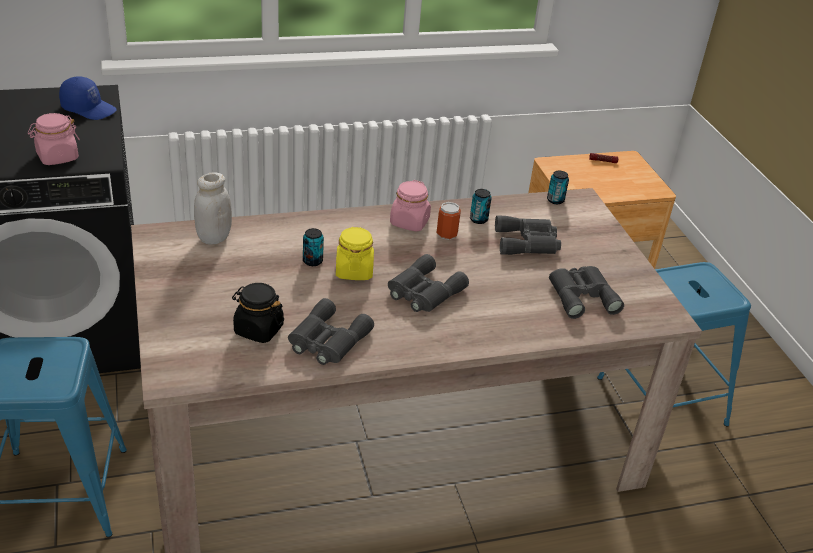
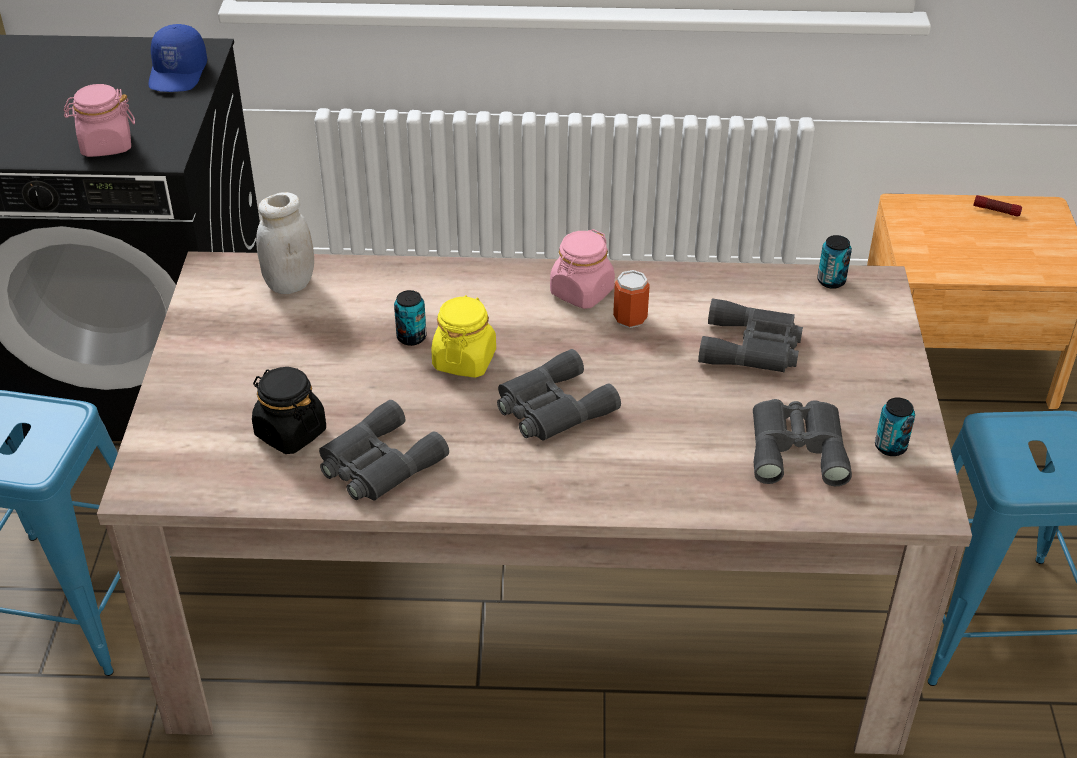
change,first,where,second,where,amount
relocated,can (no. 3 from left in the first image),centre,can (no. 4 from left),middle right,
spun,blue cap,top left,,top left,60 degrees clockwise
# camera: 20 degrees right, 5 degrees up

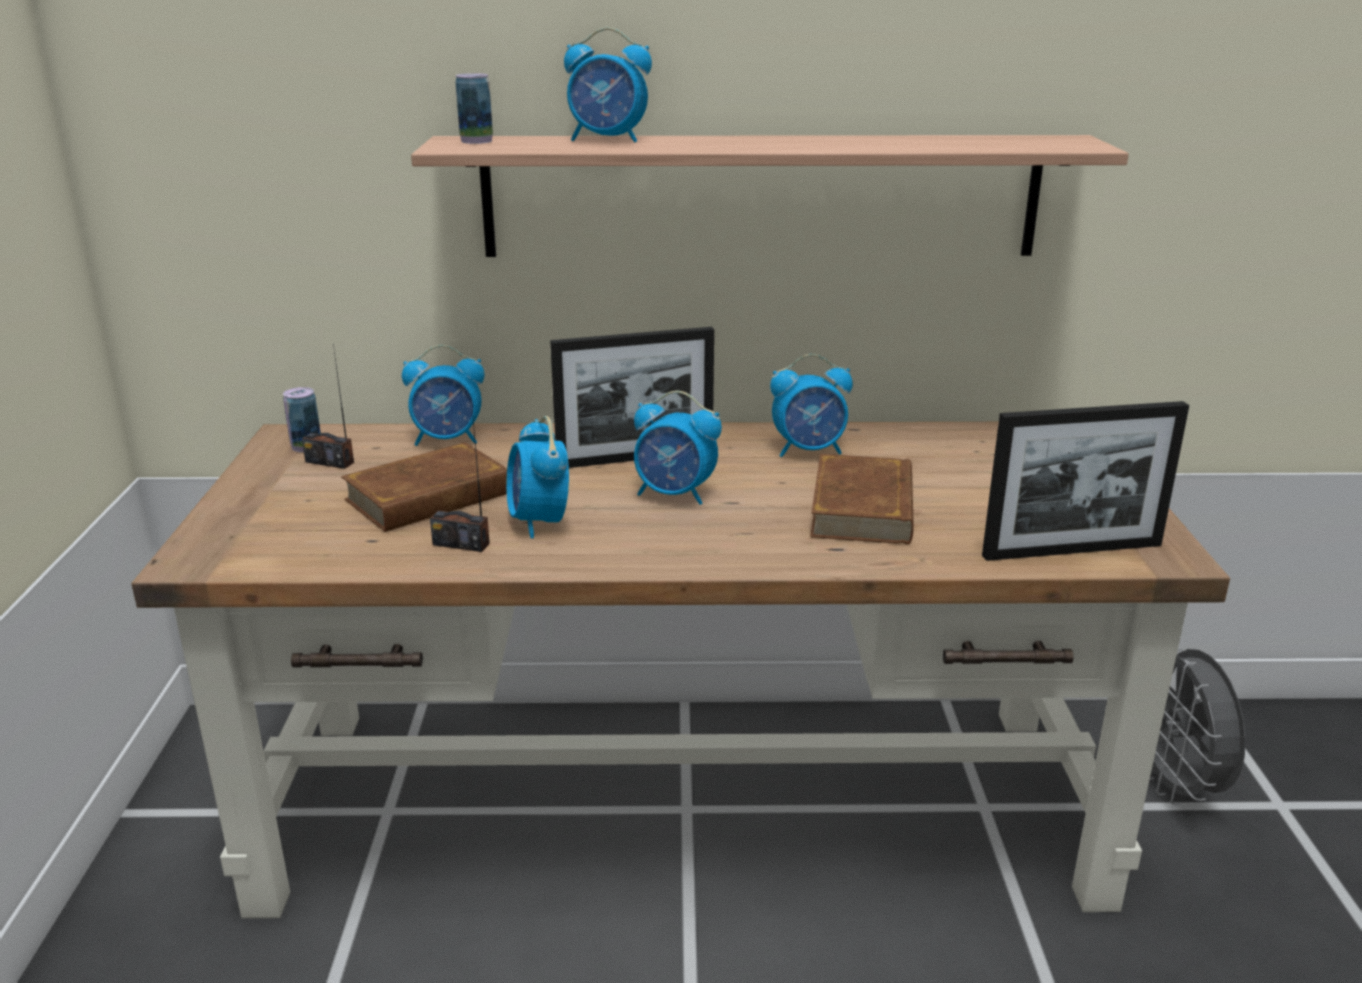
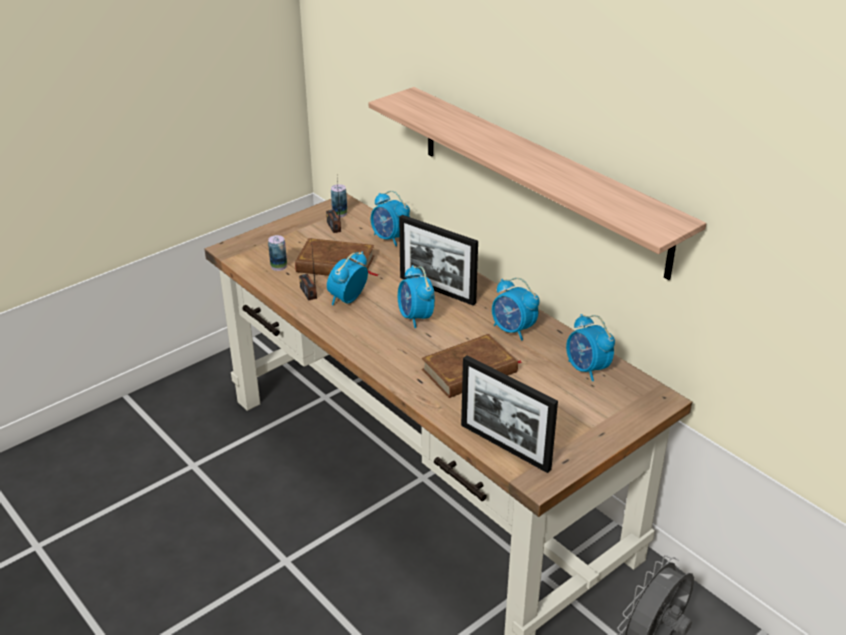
change,first,where,second,where,amount
relocated,can (no. 2 from left in the first image),top centre,can (no. 1 from left),middle left,
relocated,alarm clock (no. 3 from left in the first image),top centre,alarm clock (no. 5 from left),middle right,
# camera: 50 degrees right, 10 degrees up

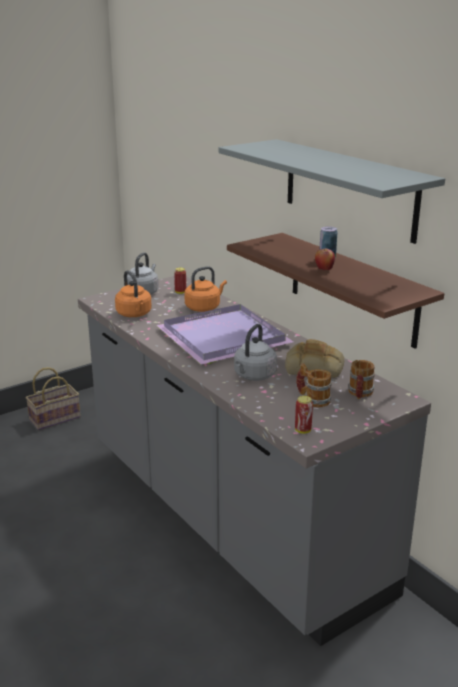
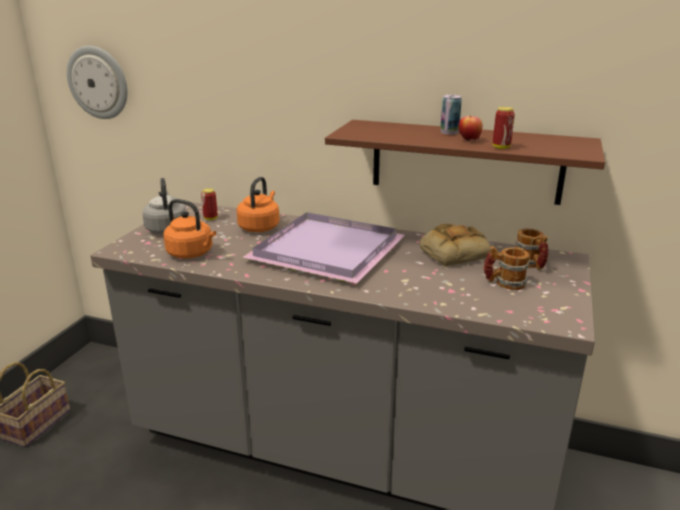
change,first,where,second,where,amount
missing,grey shelf,top right,,,
missing,grey kettle (no. 2 from left),centre,,,
appeared,,,wall clock,top left,
relocated,can (no. 2 from left in the first image),centre,can (no. 3 from left),top right,
# camera: 35 degrees left, 0 degrees up

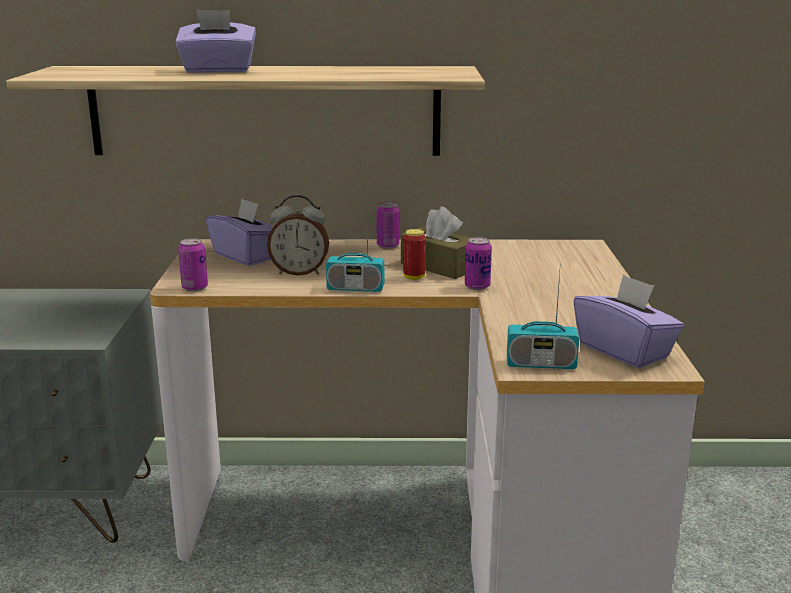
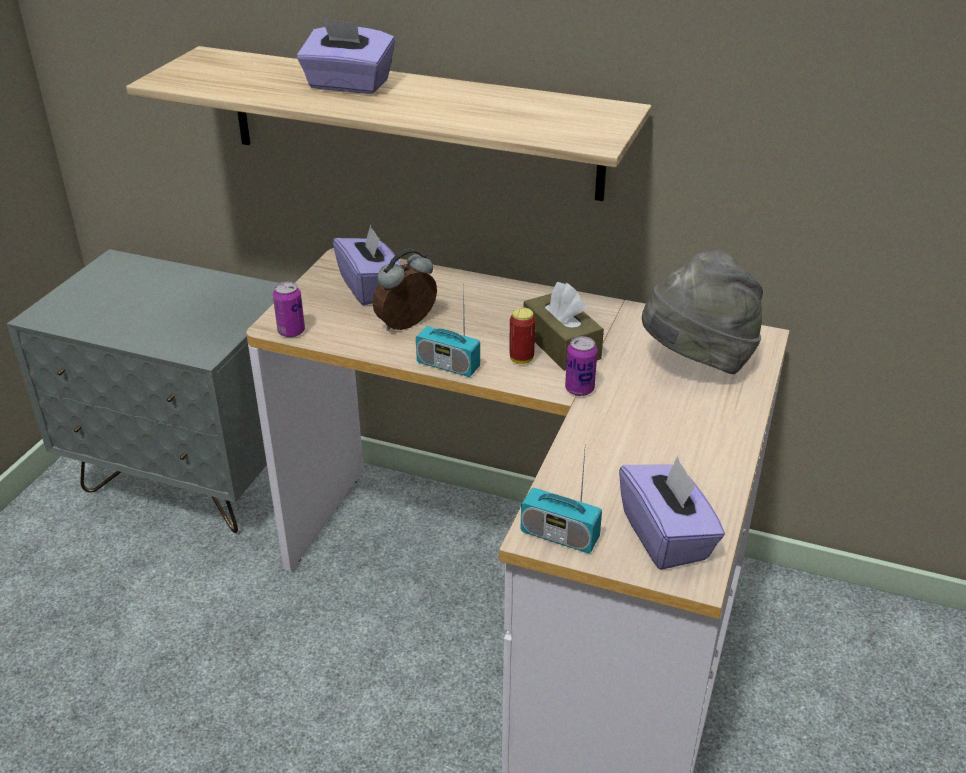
change,first,where,second,where,amount
missing,can (no. 2 from left),centre,,,
appeared,,,grey hat,middle right,
spun,alarm clock,centre,,centre,120 degrees clockwise
# camera: 20 degrees right, 15 degrees up

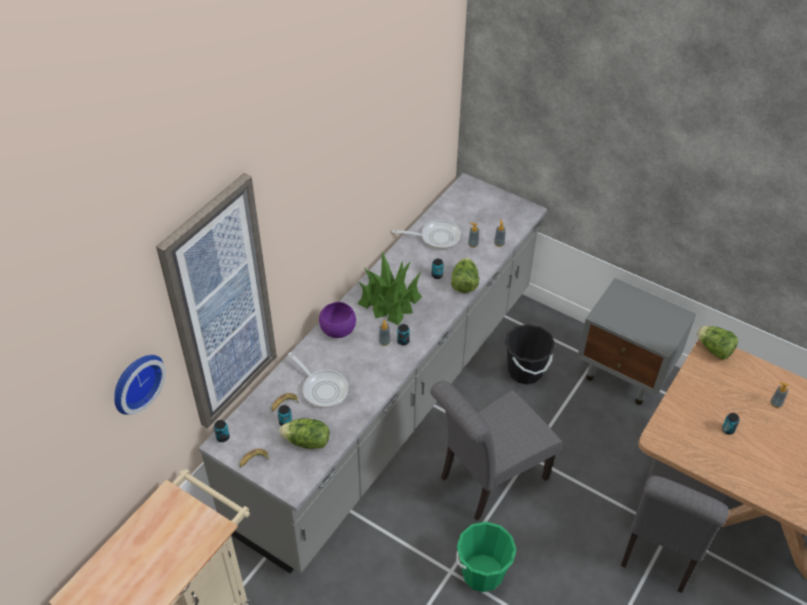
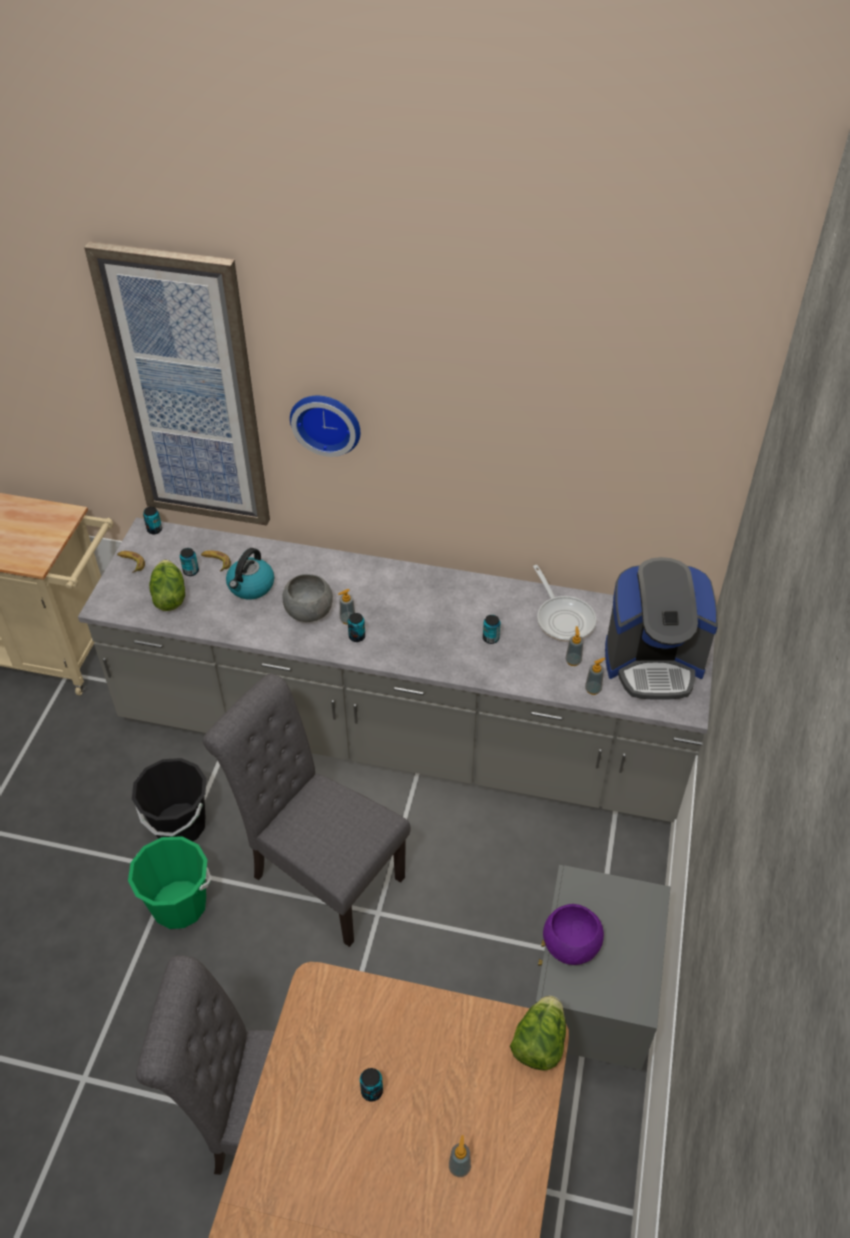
change,first,where,second,where,amount
missing,potted plant,centre,,,
missing,lettuce (no. 2 from left),centre,,,
appeared,,,grey bowl,centre,
appeared,,,coffee machine,middle right,
relocated,wall clock,middle left,,centre,
relocated,purple bowl,centre,,bottom right,
relocated,black bucket,centre,,middle left,
exchanged,frying pan (no. 1 from left),centre,kettle,middle left,
# camera: 70 degrees right, 0 degrees up

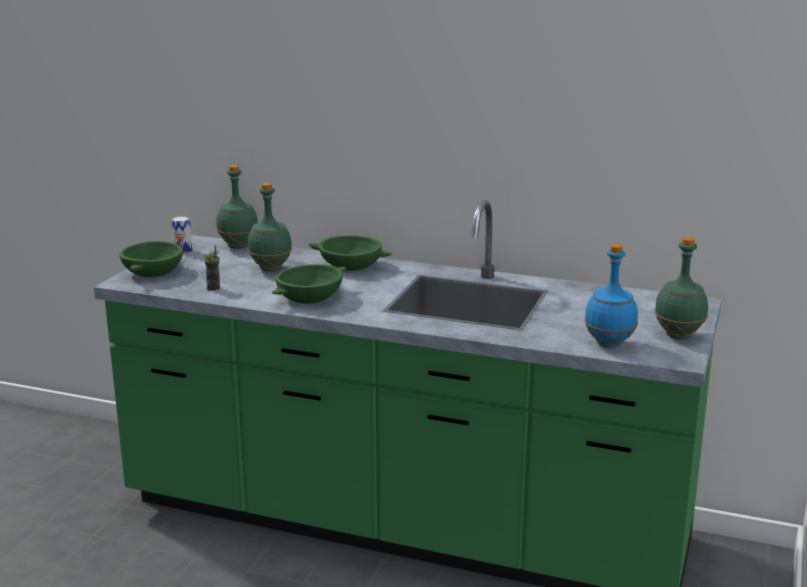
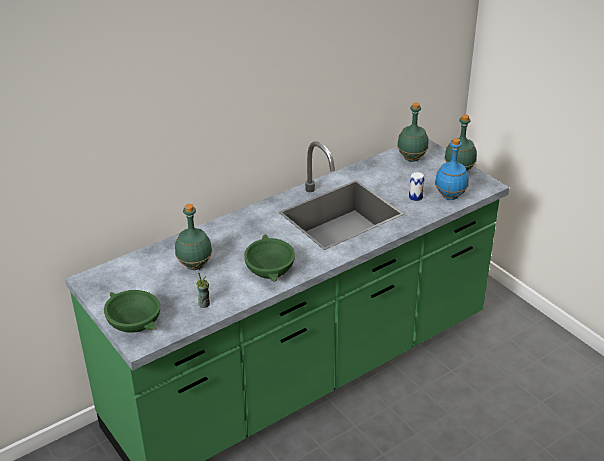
change,first,where,second,where,amount
missing,green bowl (no. 3 from left),centre,,,
relocated,can,middle left,,middle right,
relocated,green bottle (no. 1 from left in the first image),middle left,green bottle (no. 2 from left),top right,
# camera: 55 degrees left, 15 degrees up

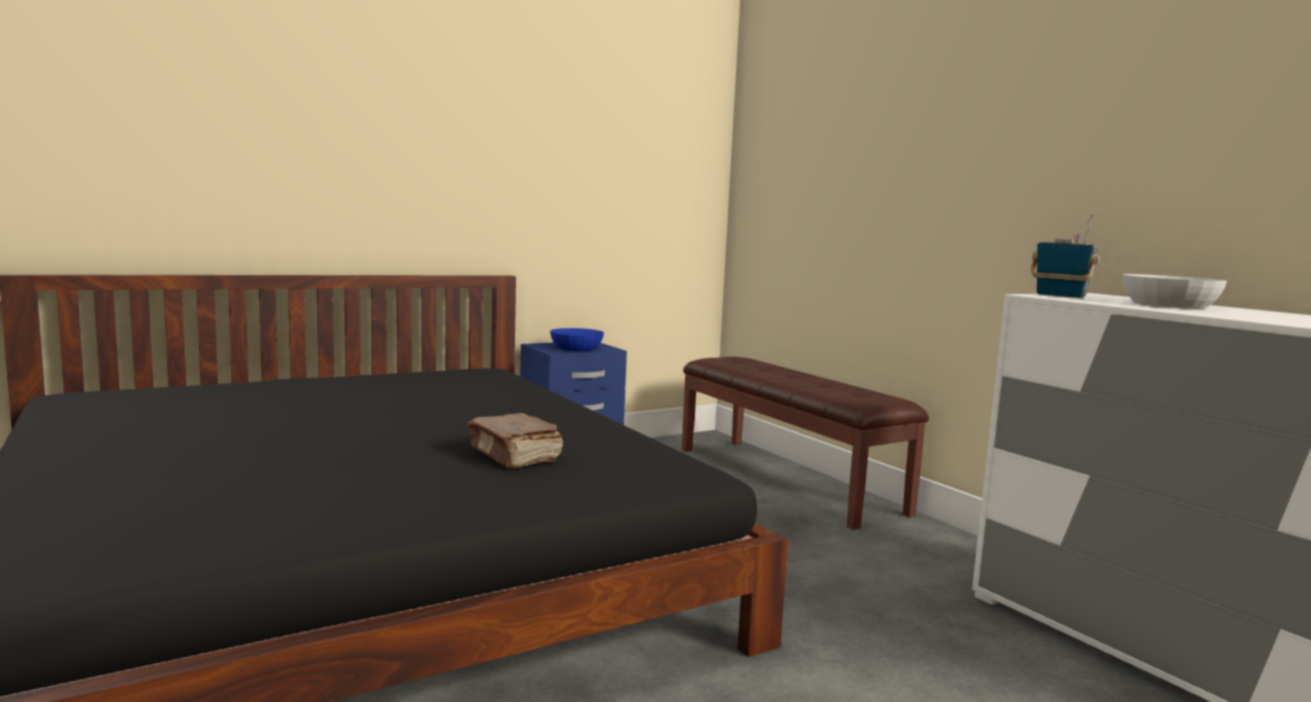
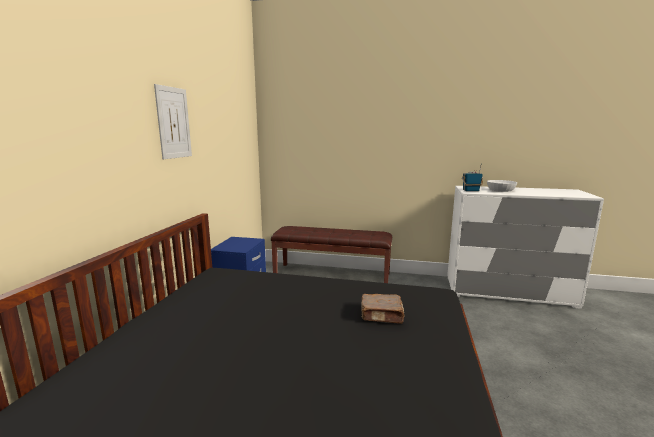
change,first,where,second,where,amount
missing,blue bowl,centre,,,
appeared,,,picture,top left,
# camera: 45 degrees left, 5 degrees up

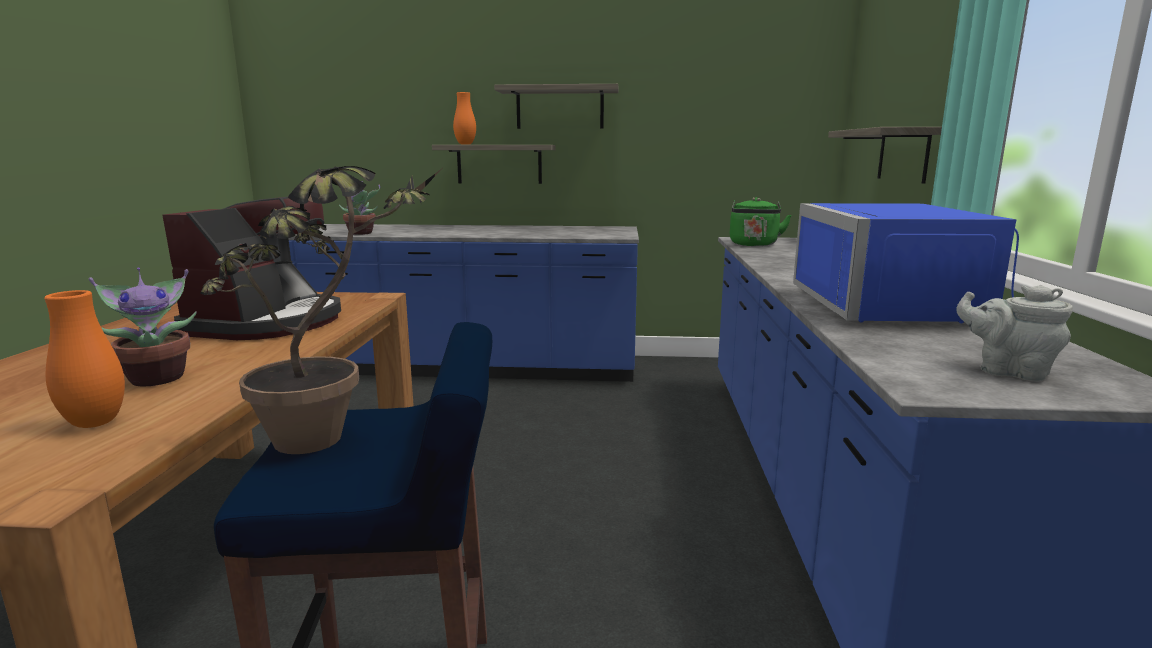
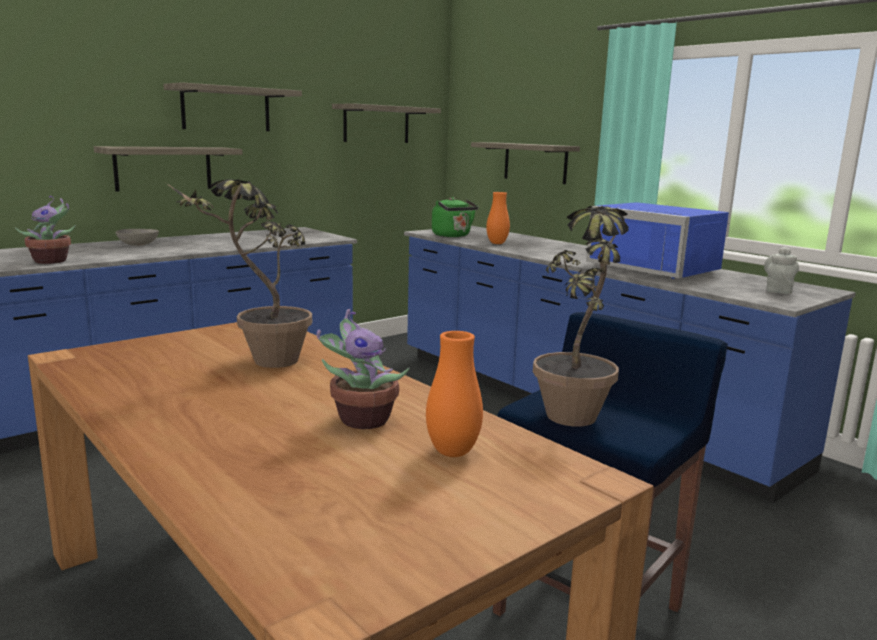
change,first,where,second,where,amount
appeared,,,grey bowl,middle left,
appeared,,,shelf (no. 3 from left),top centre,
relocated,orange vase (no. 2 from left),top centre,,centre,
exchanged,coffee machine,middle left,potted plant (no. 2 from left),middle left,
spun,grey teapot,middle right,,middle right,120 degrees clockwise
# camera: 45 degrees left, 0 degrees up

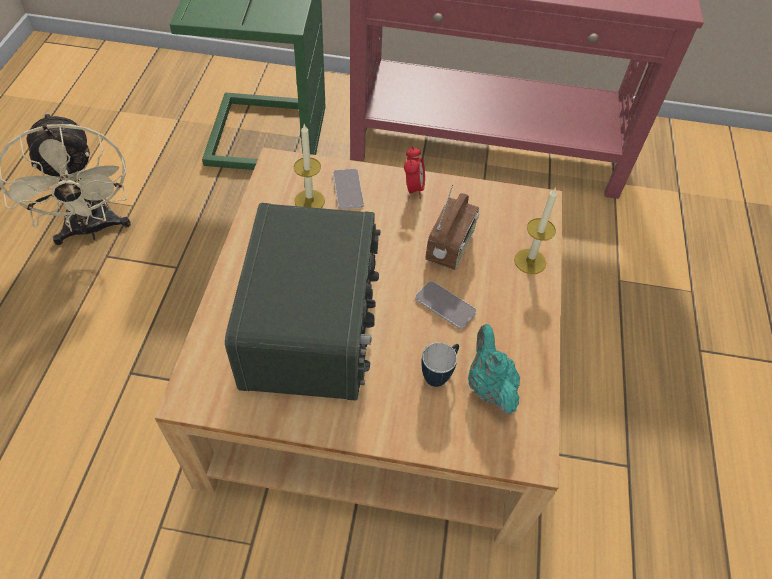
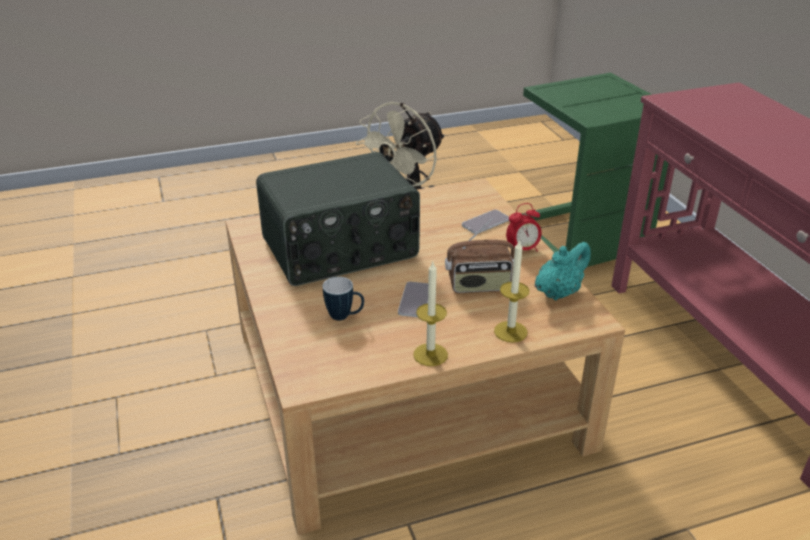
change,first,where,second,where,amount
relocated,candle (no. 1 from left),top centre,,centre,
relocated,turquoise teapot,centre,,middle right,
# camera: 65 degrees right, 20 degrees down

